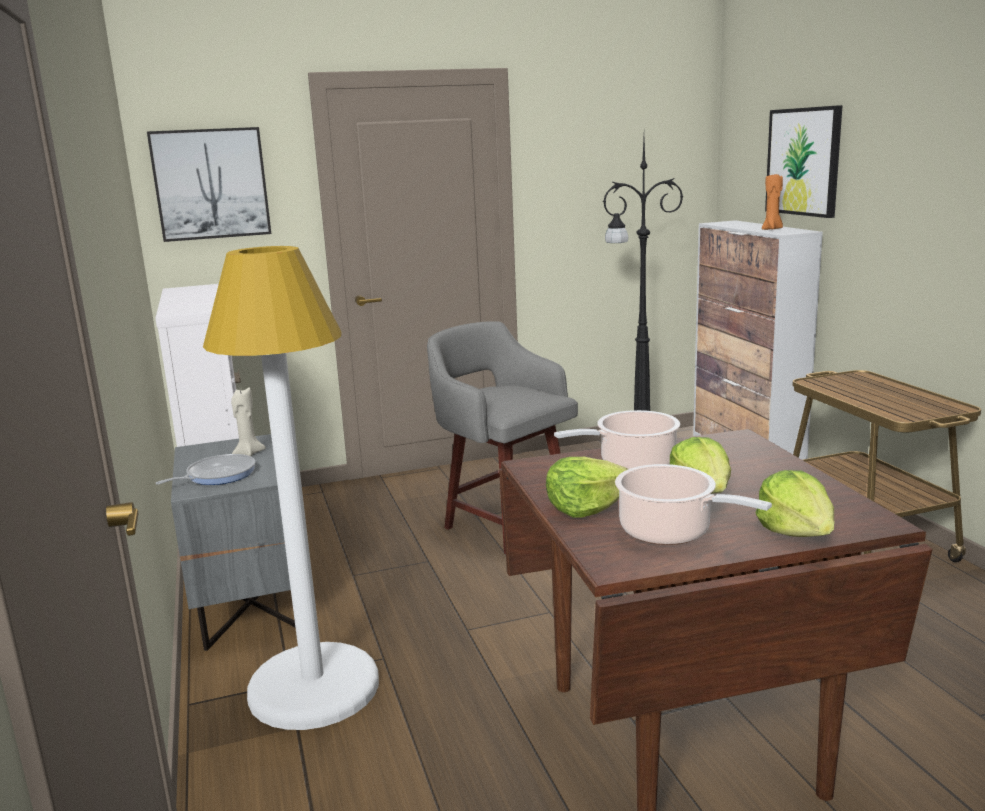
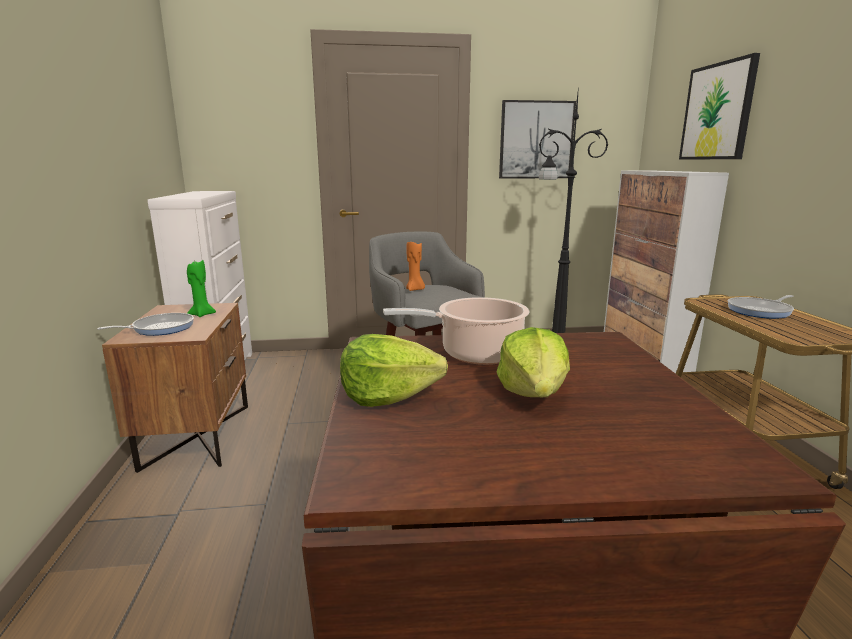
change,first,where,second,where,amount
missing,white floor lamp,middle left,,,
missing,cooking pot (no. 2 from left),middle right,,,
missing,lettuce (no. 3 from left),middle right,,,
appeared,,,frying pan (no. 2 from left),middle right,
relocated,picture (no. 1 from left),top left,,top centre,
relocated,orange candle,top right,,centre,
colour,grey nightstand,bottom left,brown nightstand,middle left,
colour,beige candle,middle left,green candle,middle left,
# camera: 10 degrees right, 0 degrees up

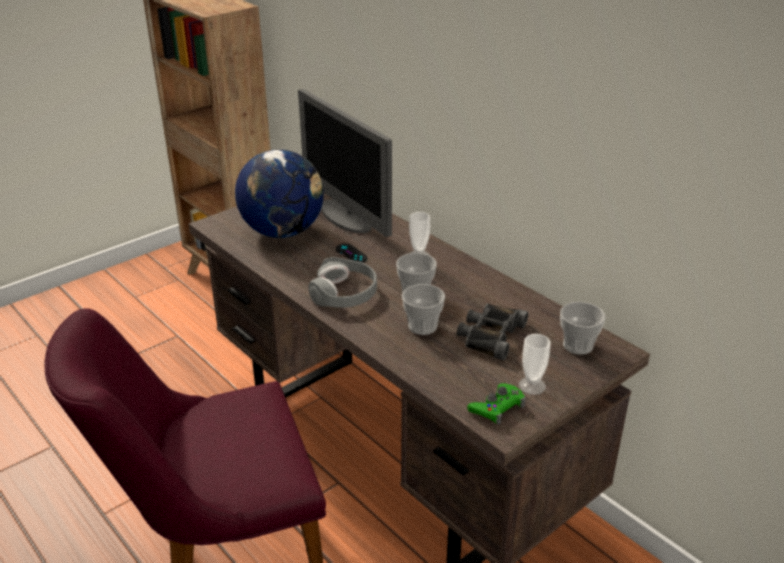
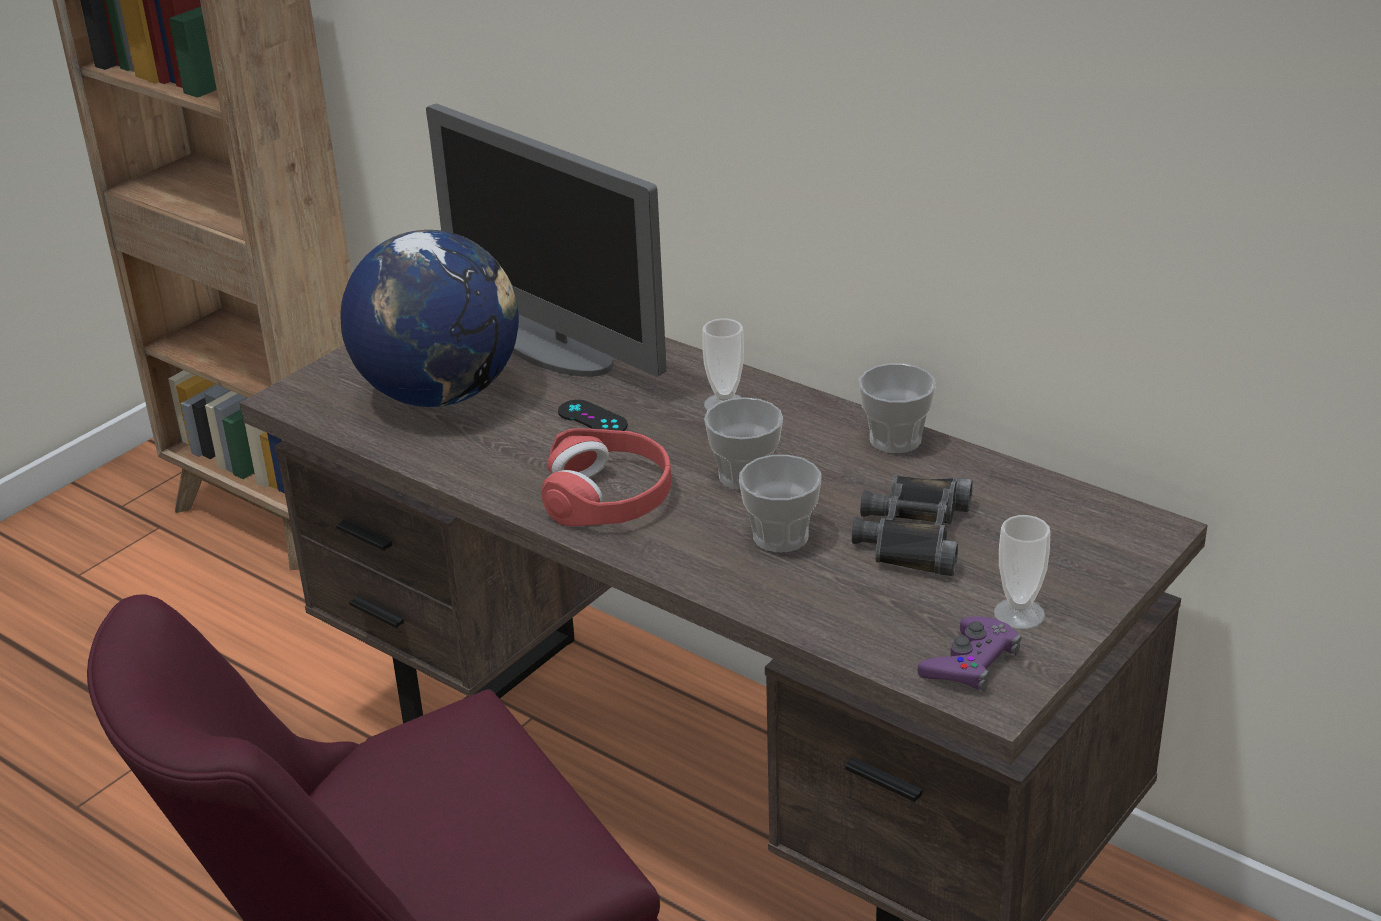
change,first,where,second,where,amount
relocated,cup (no. 5 from left in the first image),middle right,cup (no. 4 from left),centre,
colour,grey headphones,centre,red headphones,centre,
colour,green game controller,bottom centre,purple game controller,bottom right,
# camera: 10 degrees left, 0 degrees up

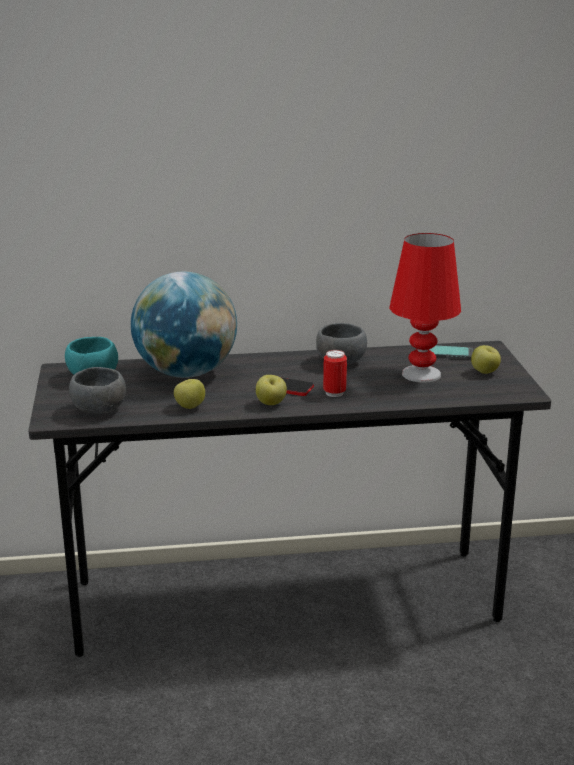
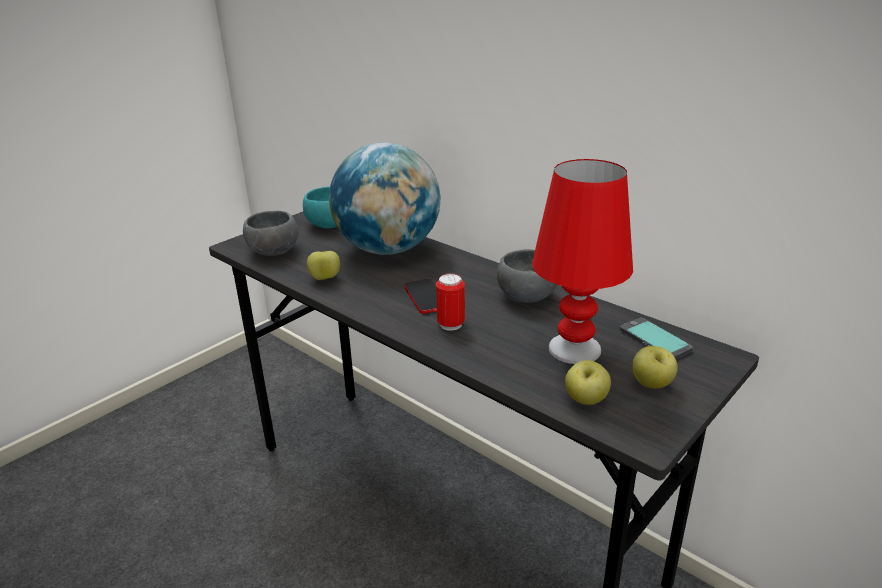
change,first,where,second,where,amount
relocated,apple (no. 2 from left),centre,,middle right,
# camera: 50 degrees right, 5 degrees up

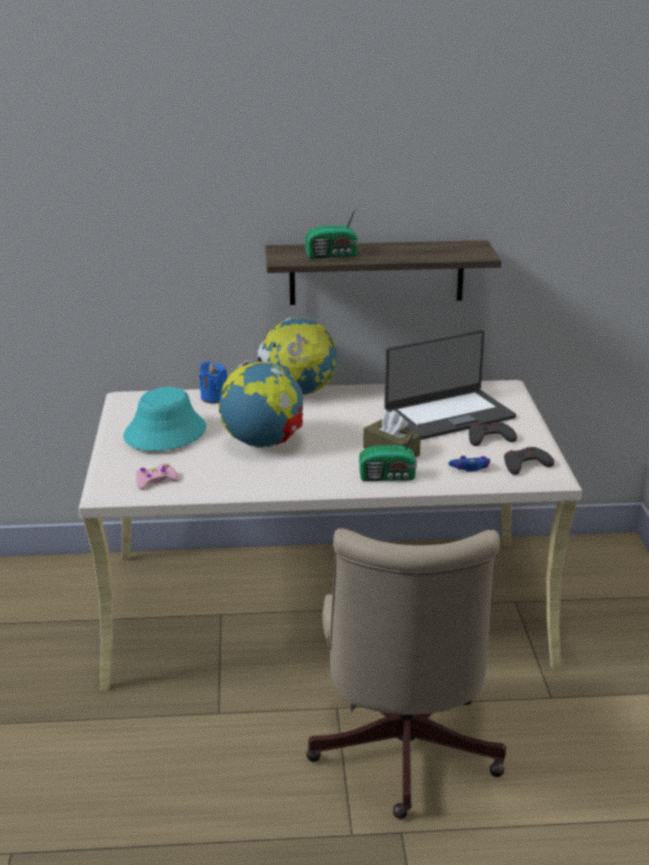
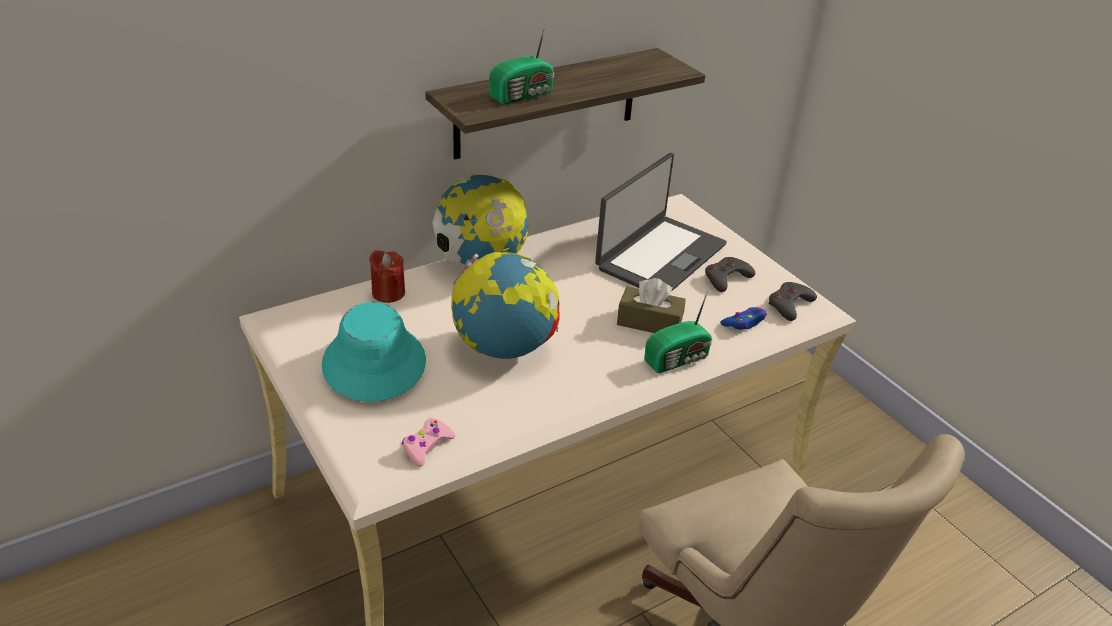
change,first,where,second,where,amount
colour,blue candle,middle left,red candle,centre,
# camera: 30 degrees left, 10 degrees up

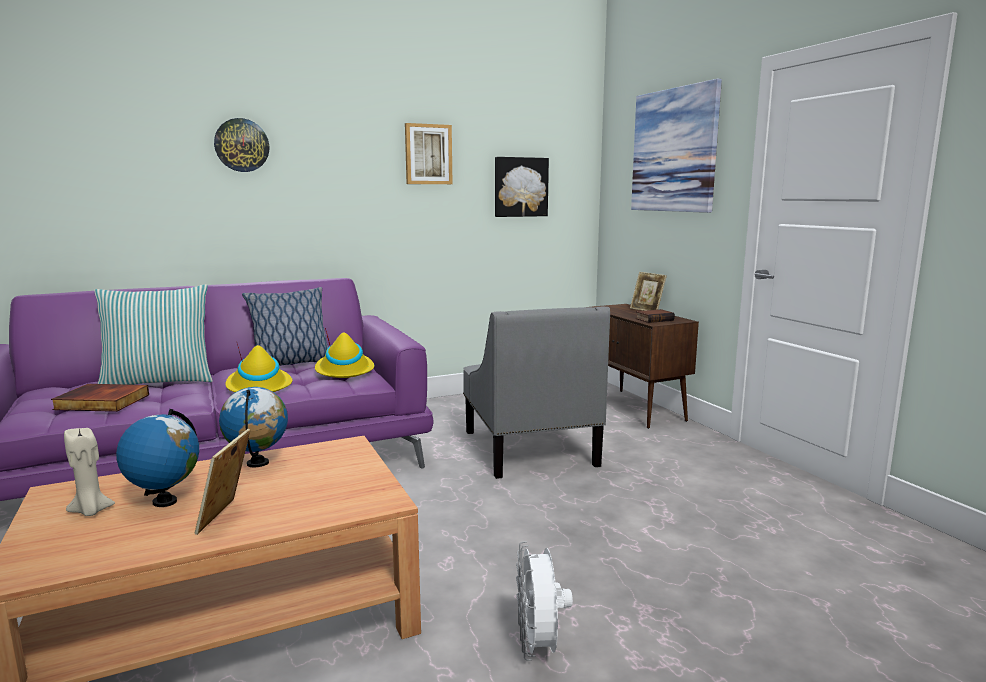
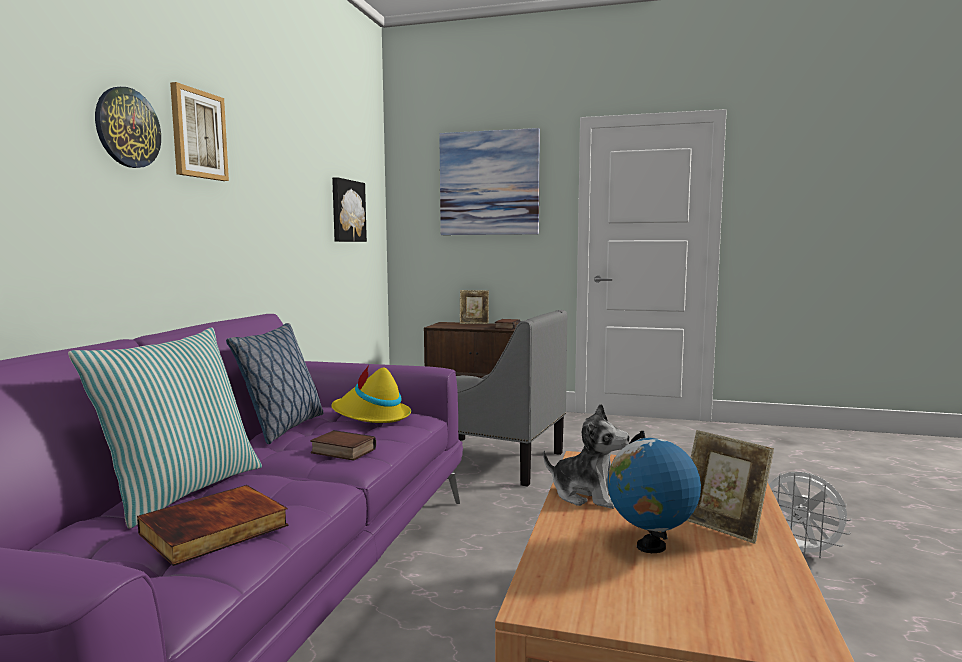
change,first,where,second,where,amount
missing,beige candle,bottom left,,,
relocated,picture (no. 1 from left),top centre,,top left,
exchanged,globe (no. 2 from left),middle left,plush toy,bottom centre,
exchanged,yellow hat (no. 1 from left),middle left,book (no. 2 from left),bottom centre,
# camera: 50 degrees left, 5 degrees down

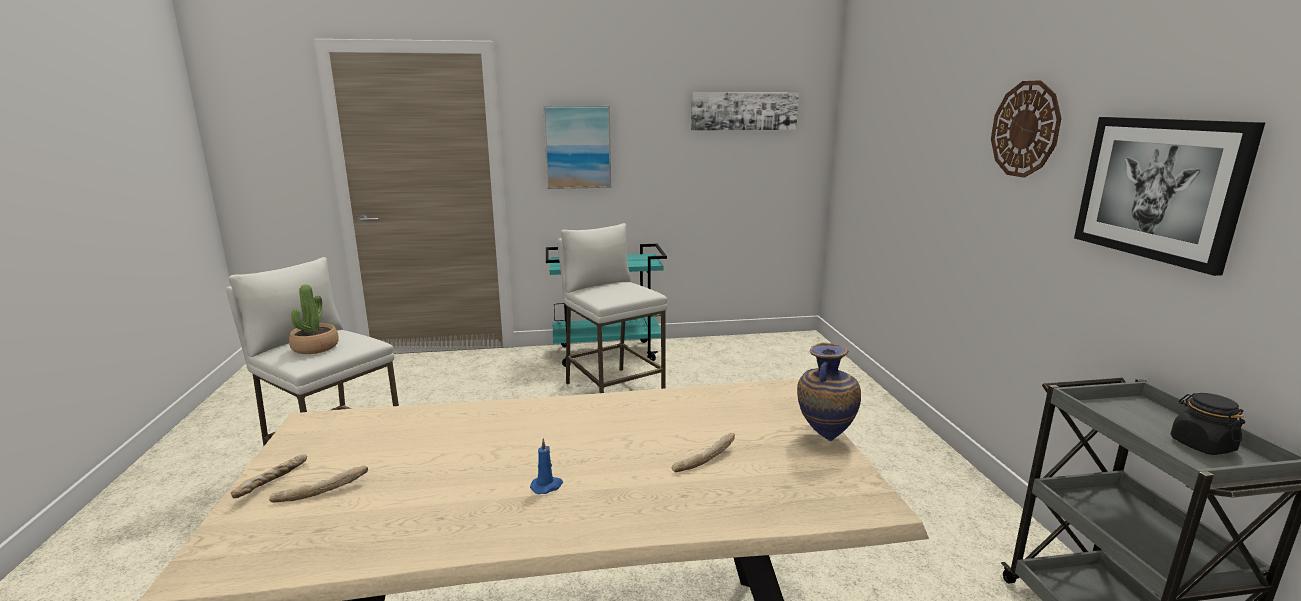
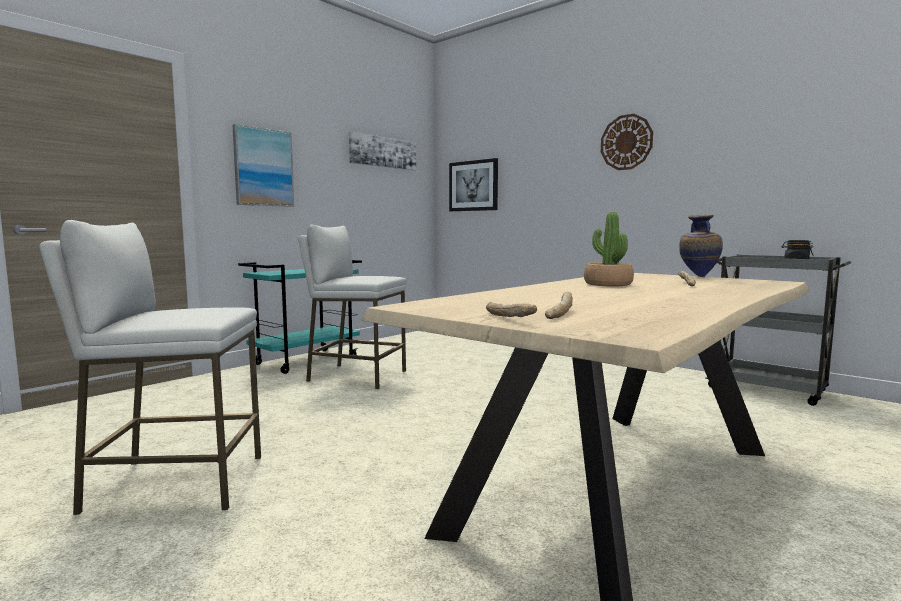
change,first,where,second,where,amount
missing,blue candle,bottom centre,,,
relocated,potted plant,middle left,,middle right,
relocated,picture (no. 3 from left),top right,,top centre,
# camera: 40 degrees left, 10 degrees down

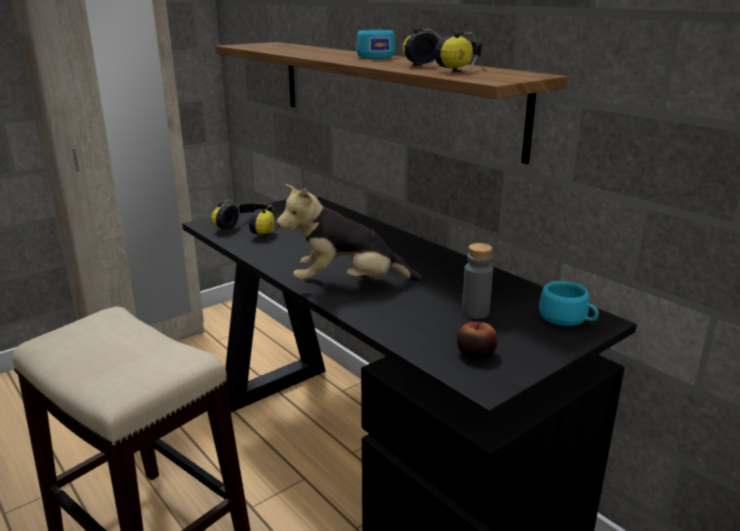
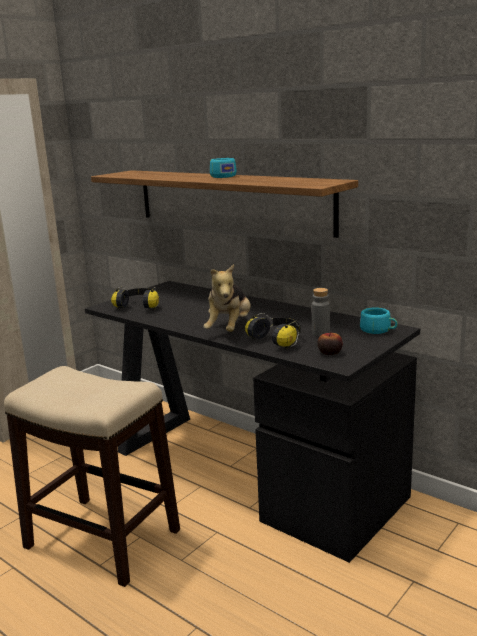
change,first,where,second,where,amount
relocated,headphones (no. 2 from left),top centre,,centre,
spun,plush toy,centre,,centre,60 degrees counterclockwise
# camera: 10 degrees left, 5 degrees down

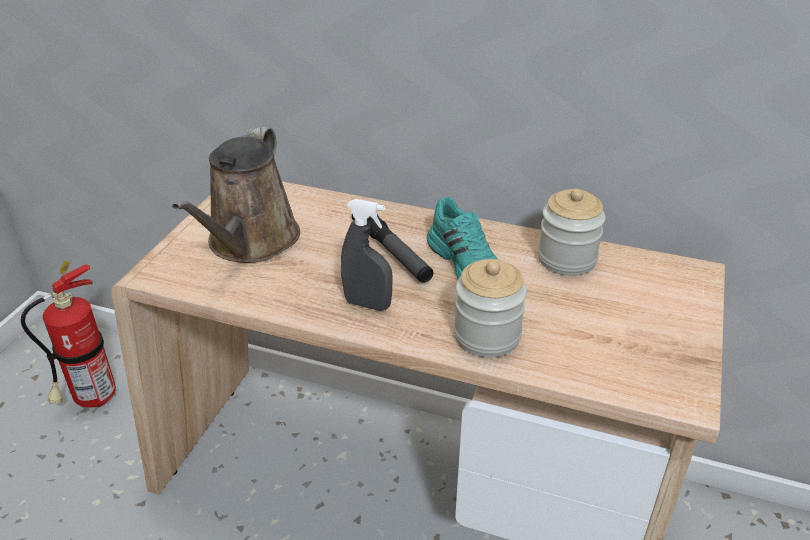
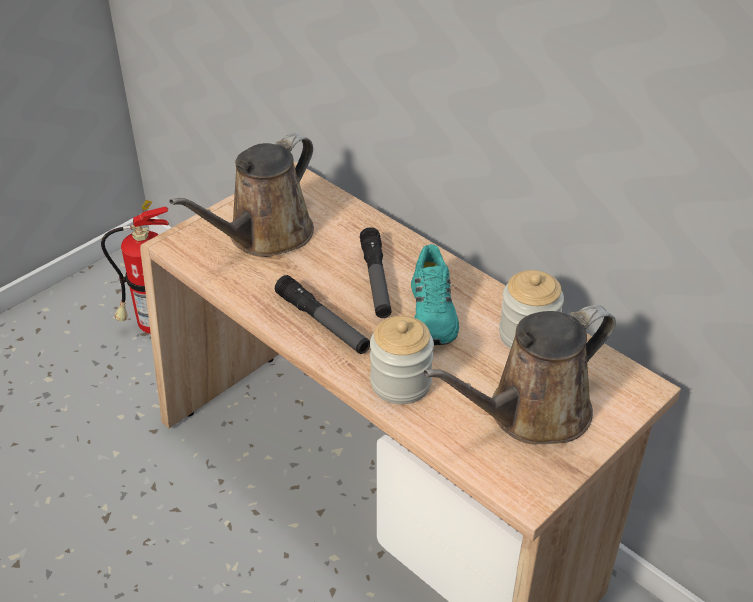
change,first,where,second,where,amount
appeared,,,brown watering can (no. 2 from left),middle right,
exchanged,grey spray bottle,centre,flashlight (no. 1 from left),centre,
# camera: 25 degrees right, 5 degrees up

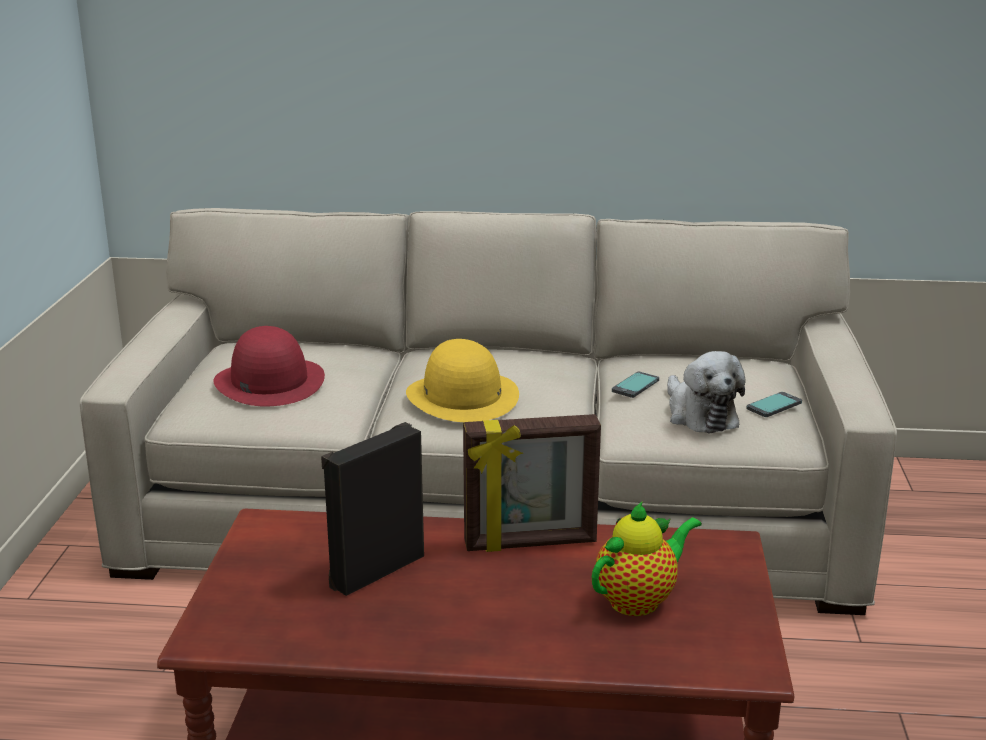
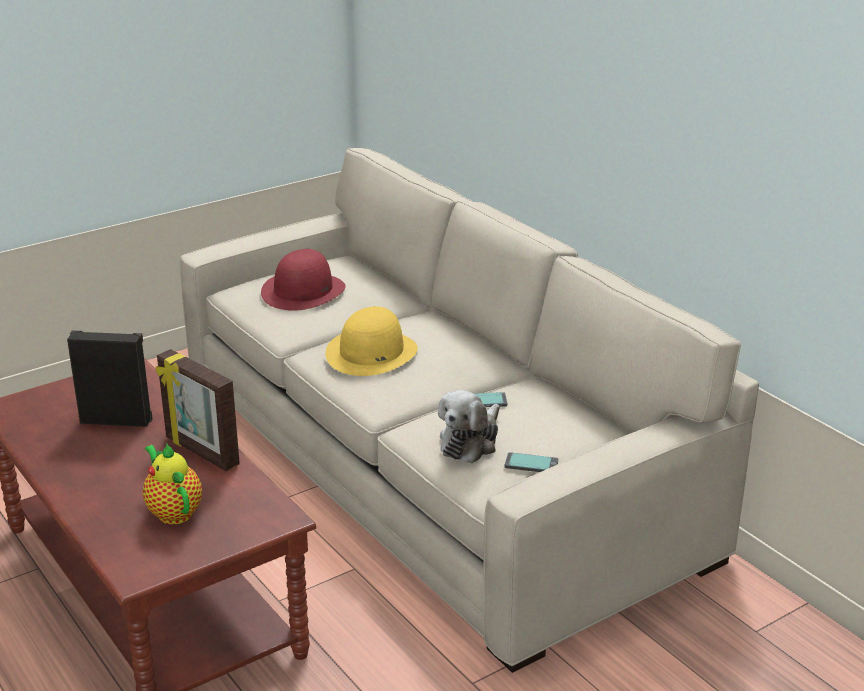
change,first,where,second,where,amount
spun,teapot,bottom centre,,bottom left,135 degrees counterclockwise
# camera: 50 degrees right, 5 degrees up

